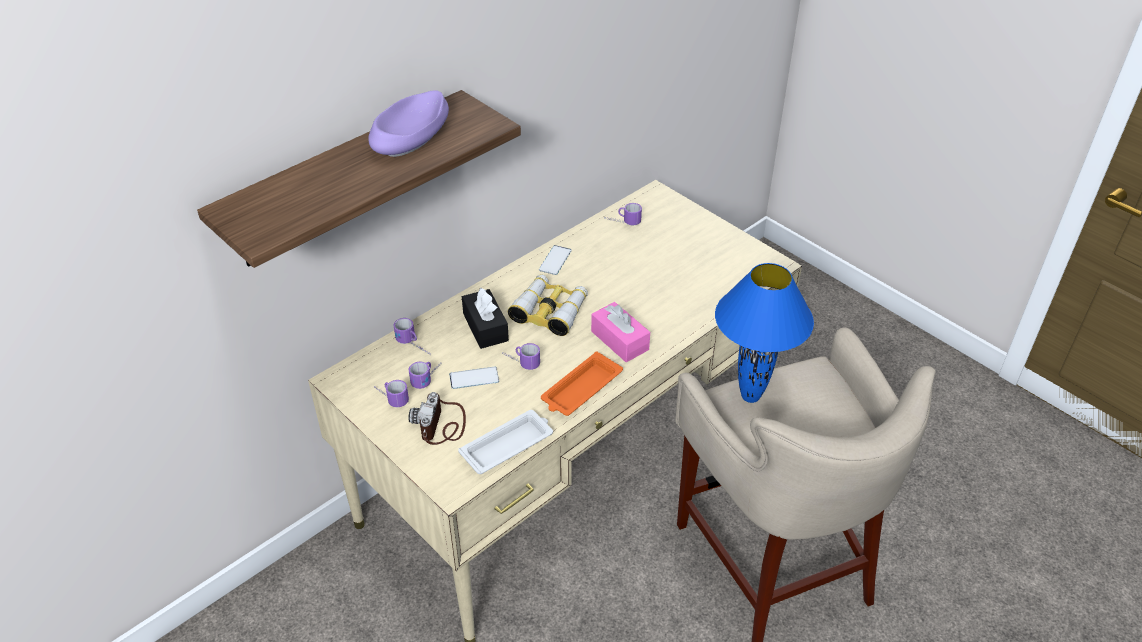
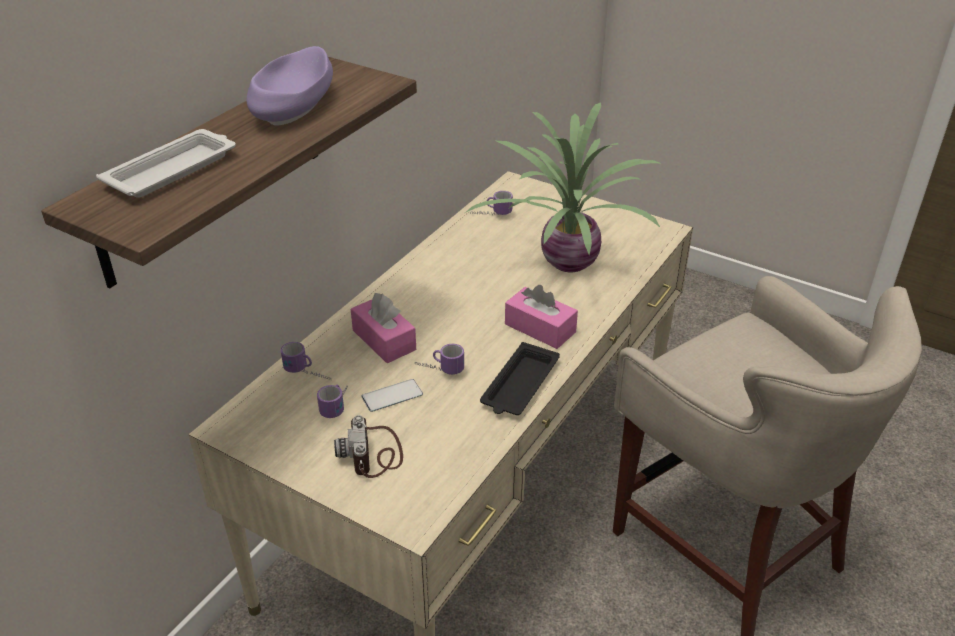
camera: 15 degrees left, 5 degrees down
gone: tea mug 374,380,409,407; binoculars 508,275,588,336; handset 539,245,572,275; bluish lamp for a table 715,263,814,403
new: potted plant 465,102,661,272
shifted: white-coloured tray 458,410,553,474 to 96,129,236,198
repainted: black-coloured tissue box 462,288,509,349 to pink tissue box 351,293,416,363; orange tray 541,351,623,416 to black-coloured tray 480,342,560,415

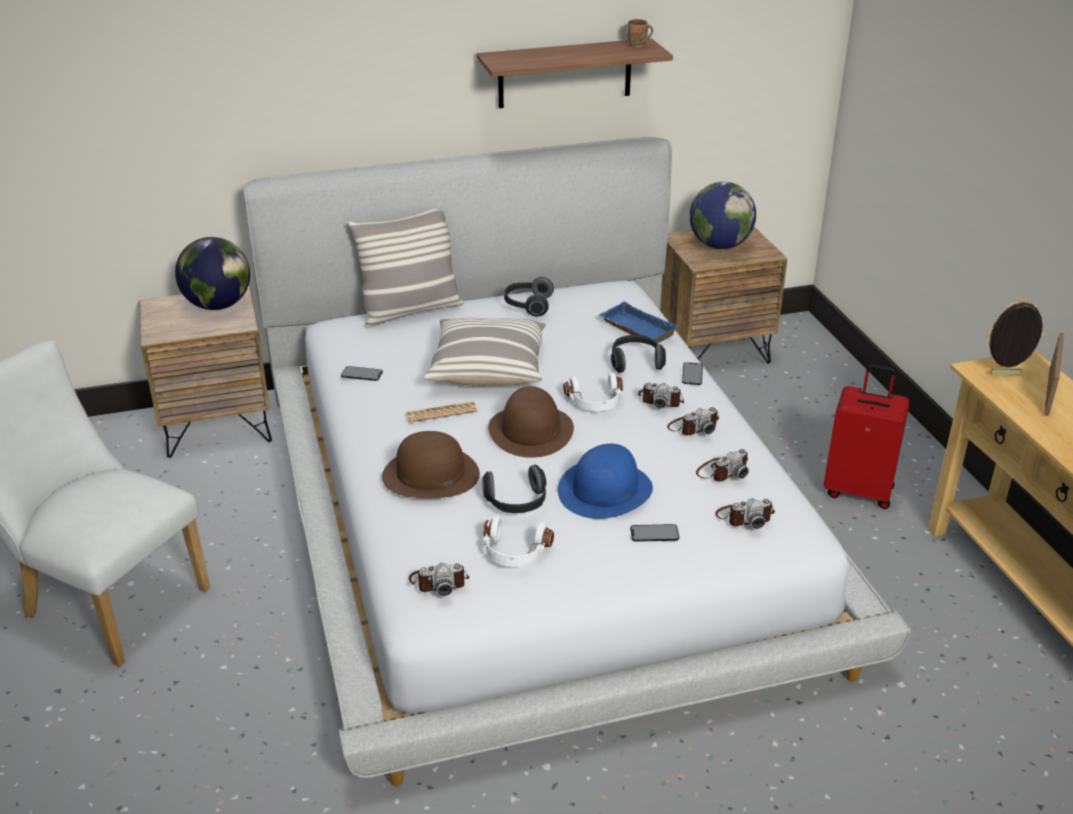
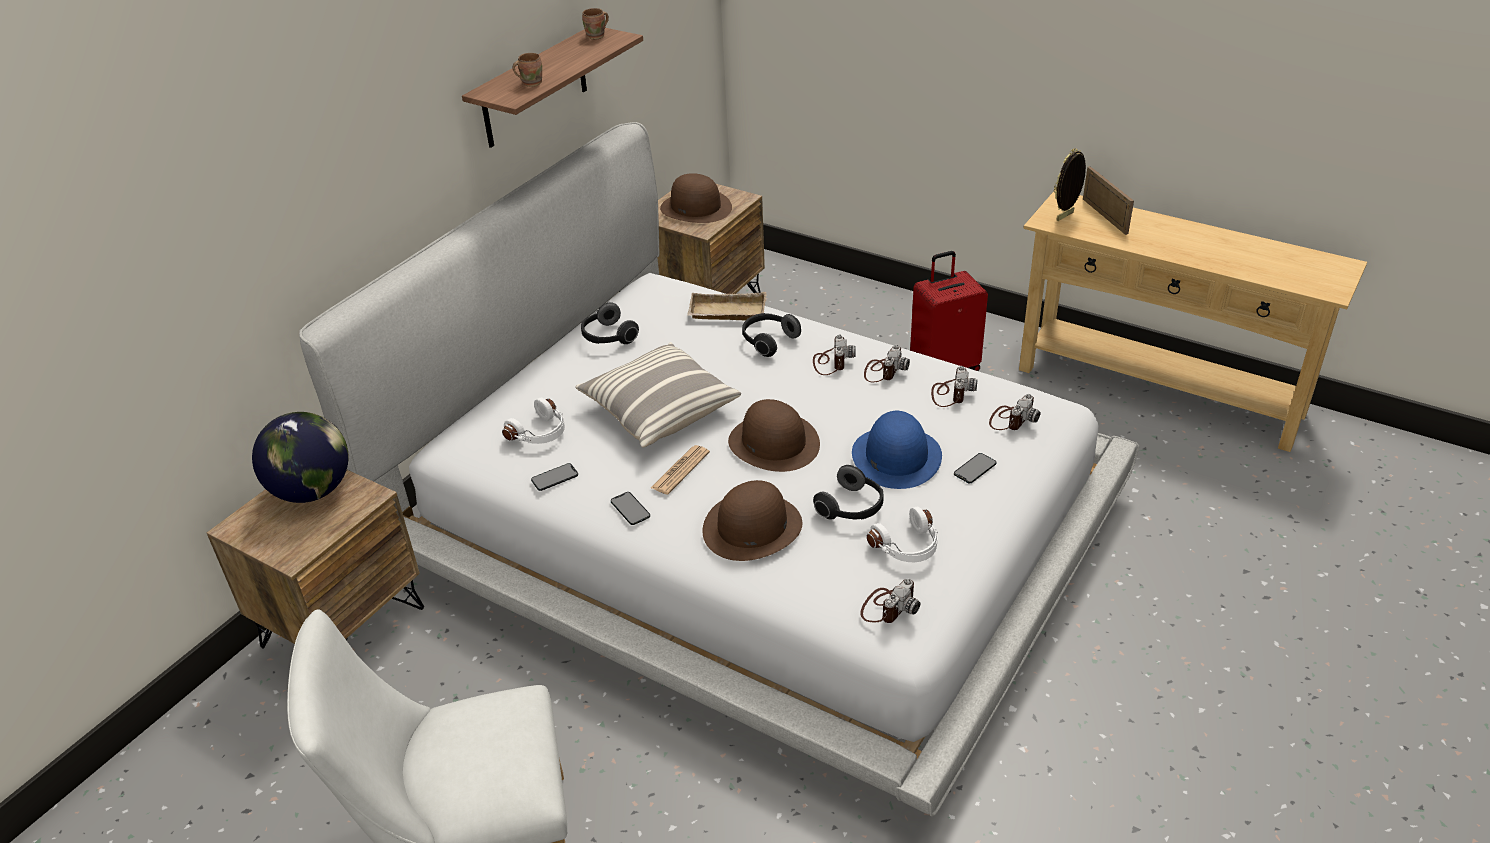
camera: 40 degrees left, 5 degrees up
gone: throw pillow 348,209,463,328
new: brownish tea mug 513,53,542,87
shifted: white-coloured pair of headphones 563,373,623,411 to 502,398,565,444; handset 682,362,703,385 to 611,492,650,525
swapped: desk globe 689,182,756,249 to brownish hat 660,173,732,223
repainted: bluish tray 599,301,679,345 to sand-coloured tray 687,292,767,321
rotated: photo camera 638,383,684,409 = 813,335,856,375 60 degrees counterclockwise

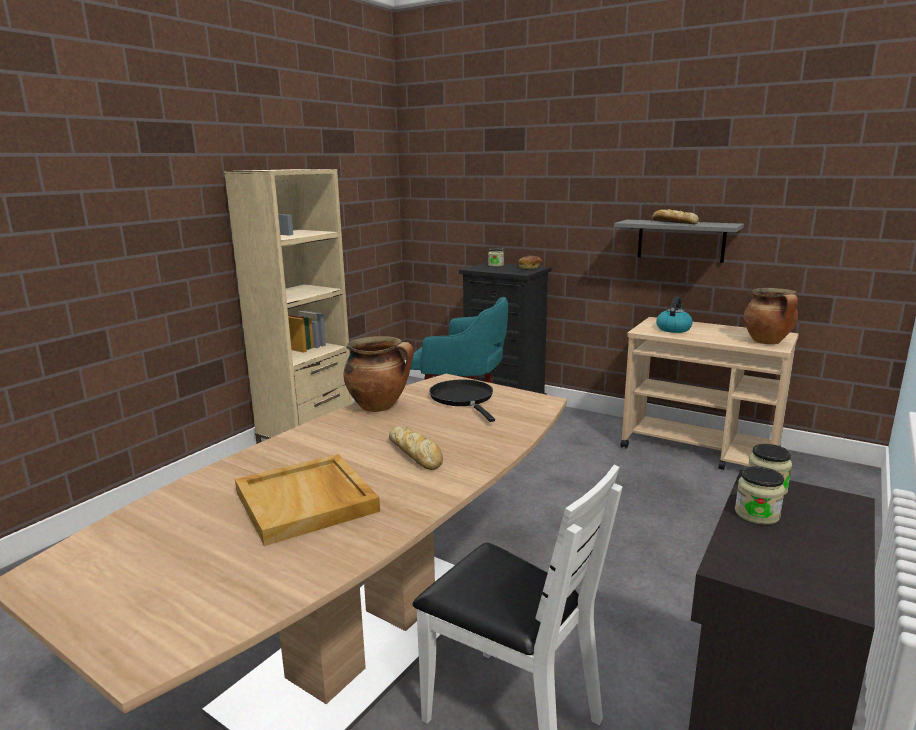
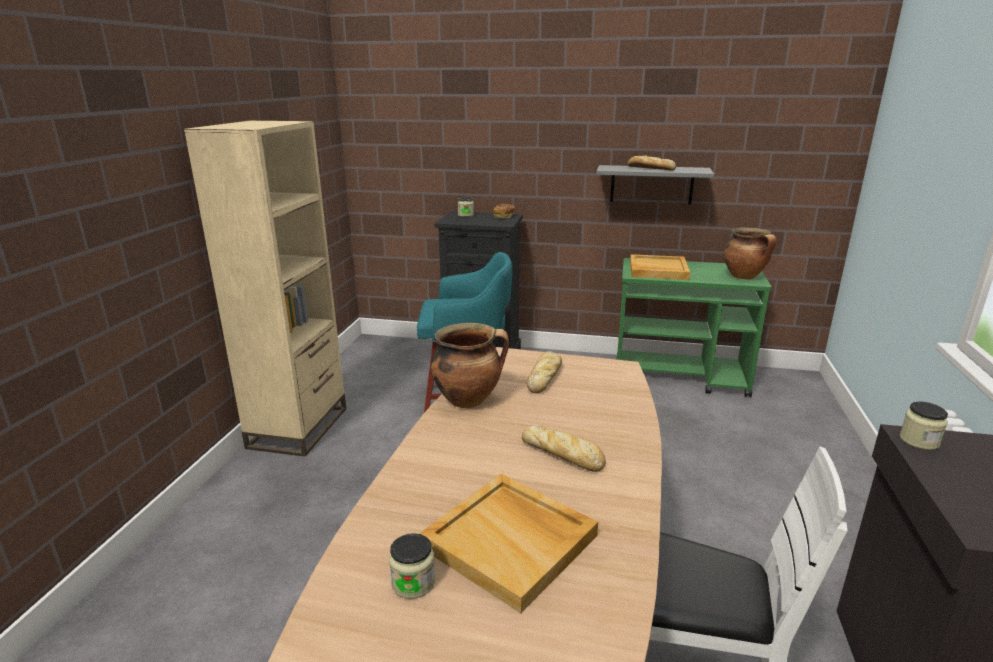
camera: 20 degrees left, 5 degrees up
shifted: preserve jar 735,466,785,525 to 389,533,435,599
swapped: black-coloured pan 429,379,495,422 to baked bread 526,352,562,393; water kettle 656,297,693,333 to sand-coloured tray 630,254,690,280
repainted: sand-coloured cart 620,317,799,470 to green cart 617,258,772,397

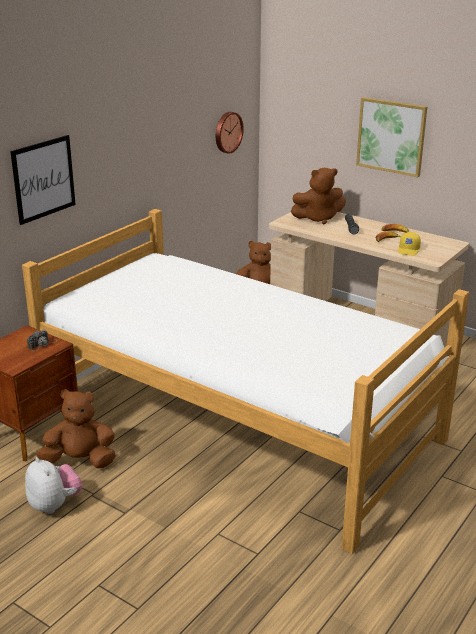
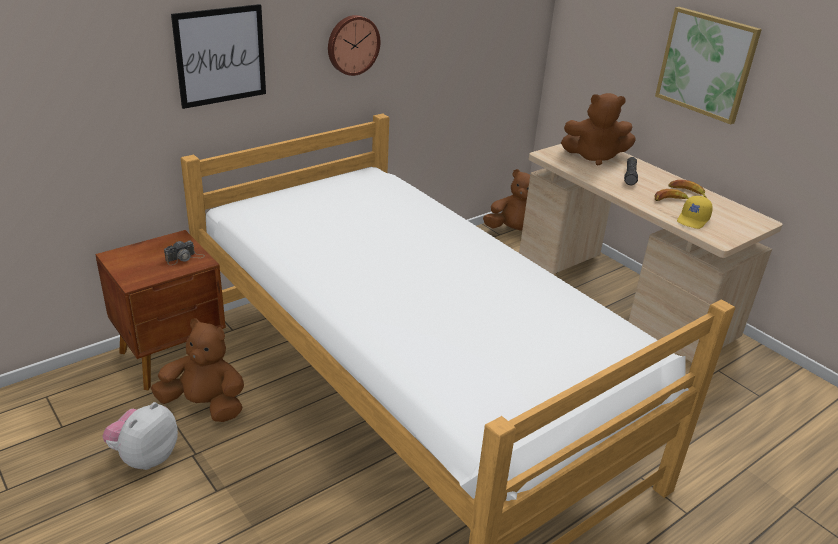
camera: 15 degrees right, 5 degrees up
shifted: wall clock 216,112,244,154 to 328,15,380,76
rotated: soft toy 25,457,83,514 = 102,402,178,470 135 degrees counterclockwise

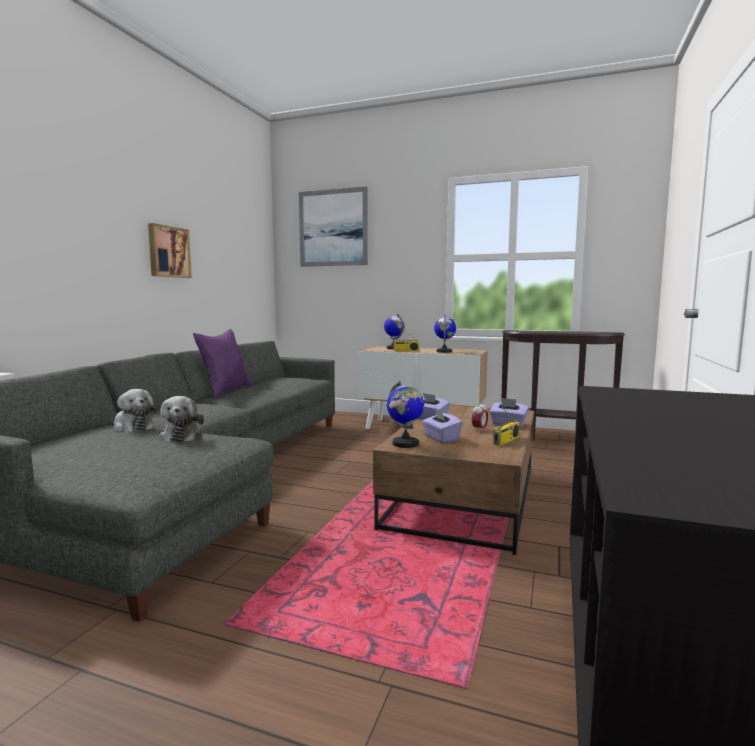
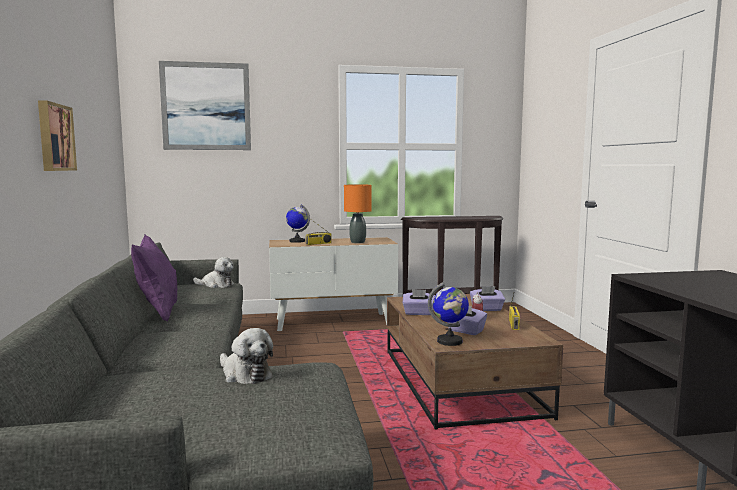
camera: 30 degrees left, 0 degrees up
shifted: soft toy 113,389,156,432 to 193,257,234,288
swapped: desk globe 434,314,456,353 to orange lamp for a table 344,184,372,243

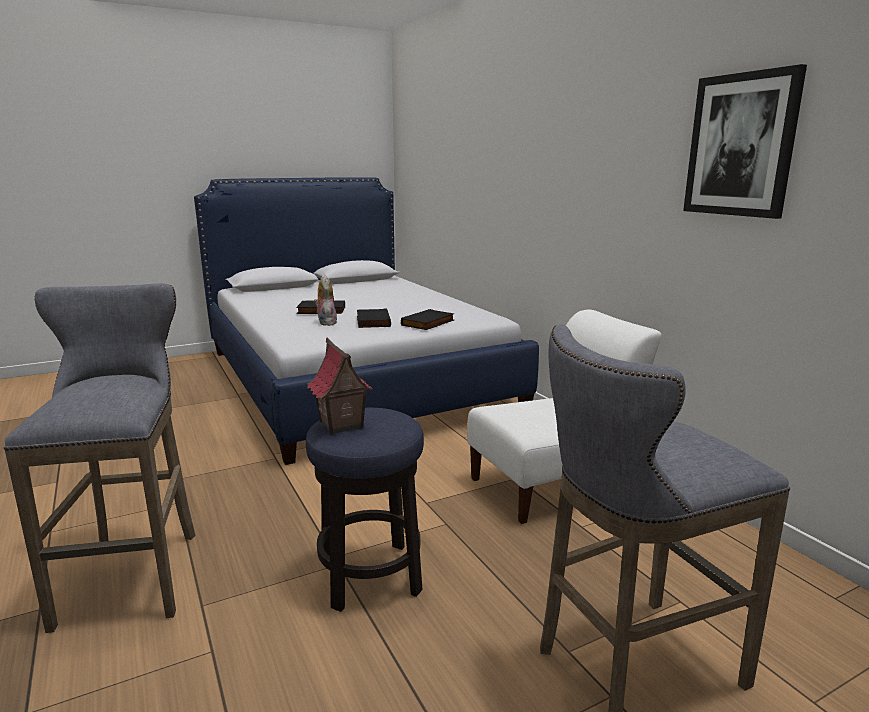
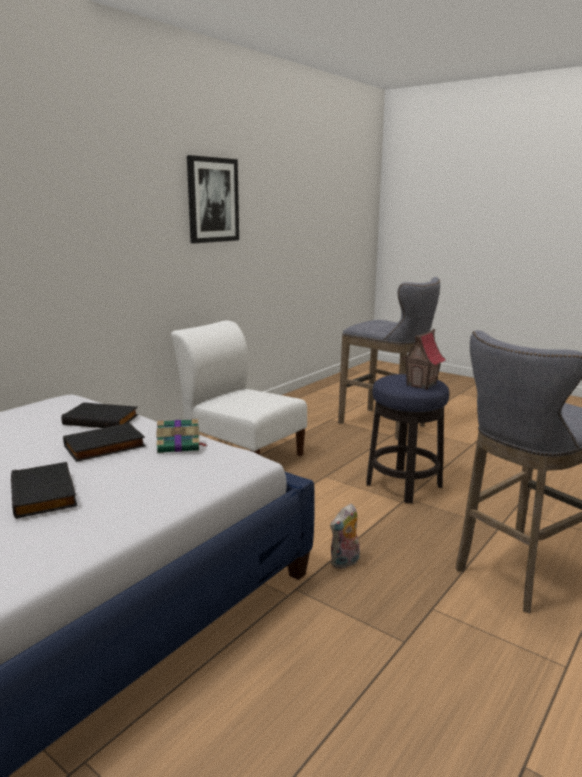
camera: 115 degrees left, 0 degrees up
new: volume 156,419,207,453
shifted: soft toy 314,275,337,326 to 330,504,360,569

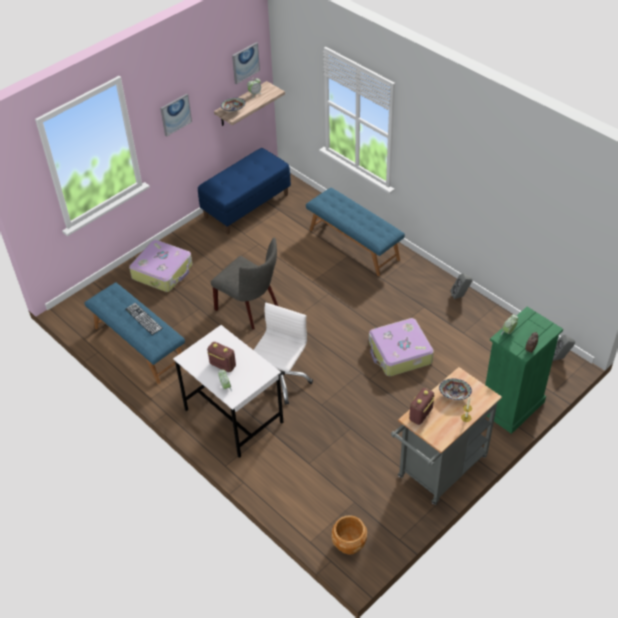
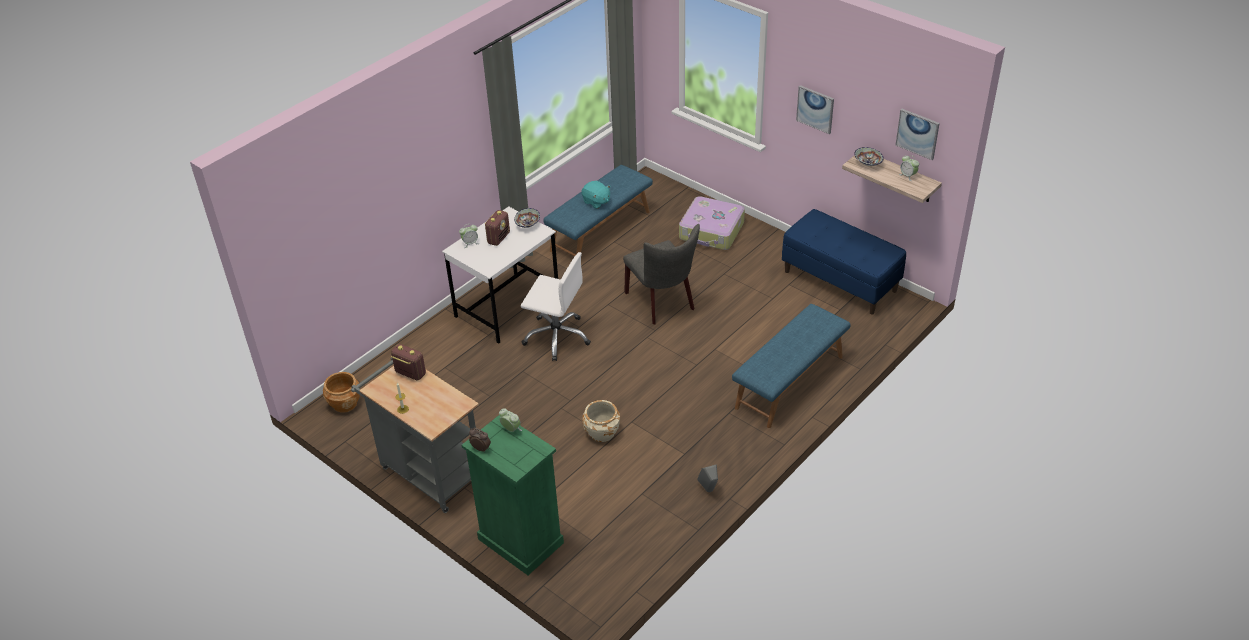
camera: 85 degrees right, 5 degrees down
gone: grey speaker 553,335,575,361
shifted: deep dish 439,379,472,400 to 514,208,540,228
swapped: computer keyboard 125,303,163,335 to blue-green soft toy 581,180,610,209; suitcase 369,318,434,376 to sand-coloured flower pot 582,400,620,442
rotated: grey upright chair 211,238,278,330 = 623,224,700,324 60 degrees counterclockwise

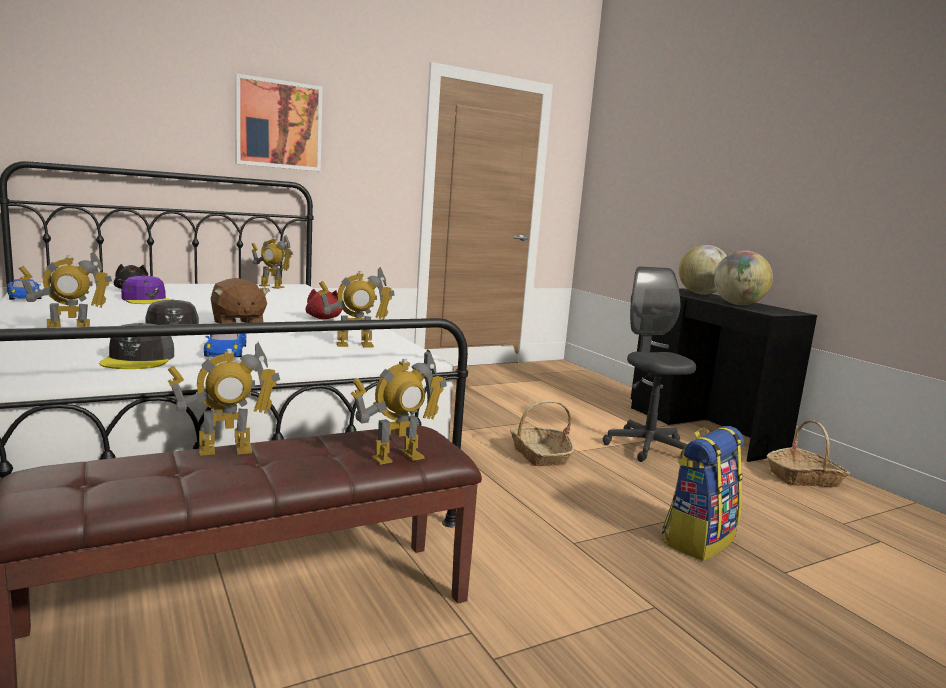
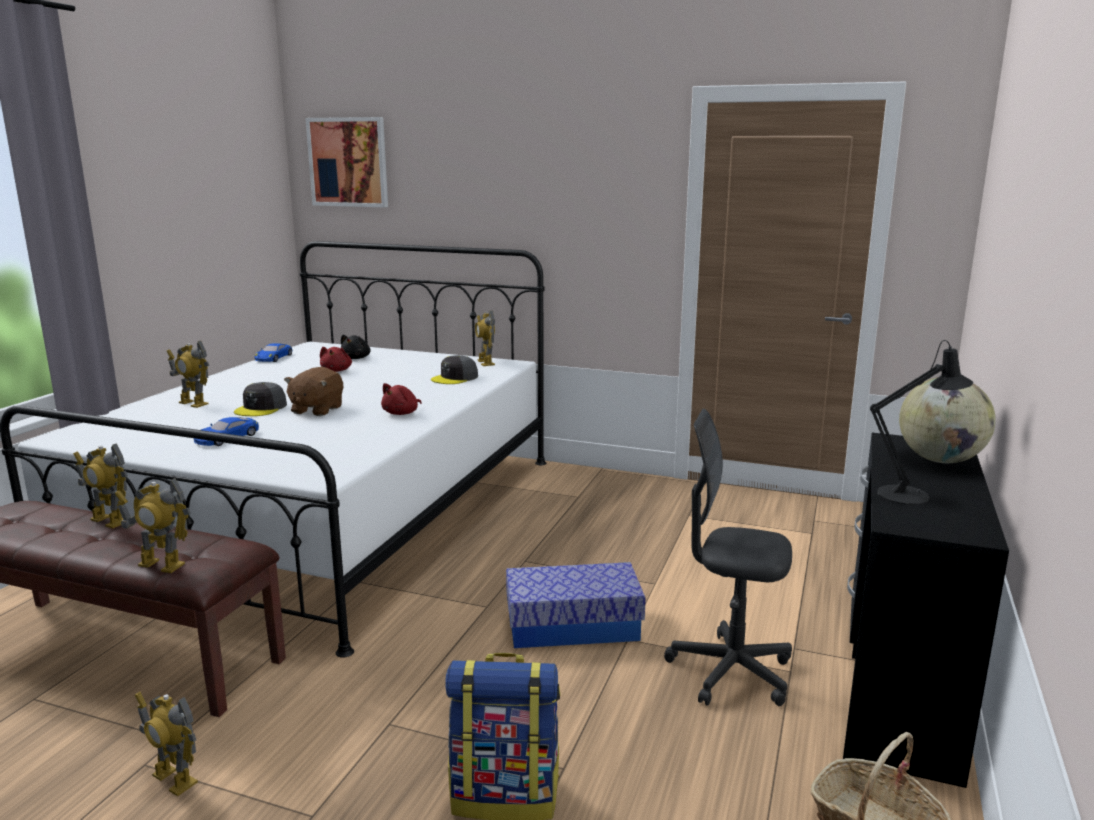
camera: 50 degrees right, 5 degrees up
shifted: grey baseball cap 99,323,174,369 to 431,355,478,384; wall art 235,73,323,171 to 305,117,388,207; robot figure 319,267,395,348 to 135,692,198,796
swapped: purplish baseball cap 121,275,171,304 to reddish soft toy 320,347,352,372; storage basket 510,400,574,466 to storage box 506,562,646,648; desk globe 714,251,773,305 to black-coloured lamp for a table 870,340,973,505
rotated: grey desk chair 603,267,696,462 = 664,409,792,706 105 degrees counterclockwise

